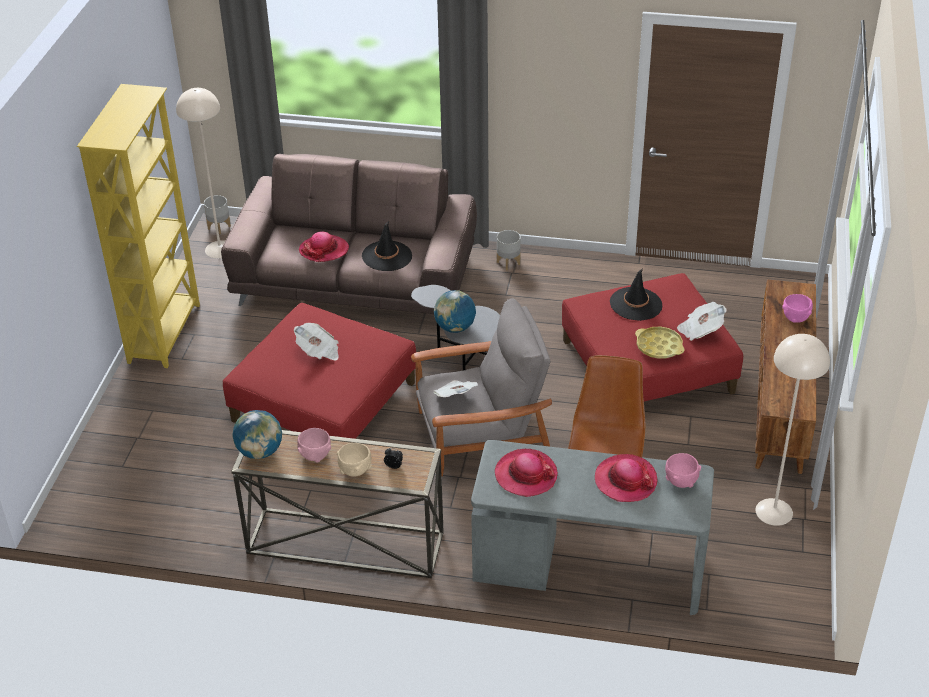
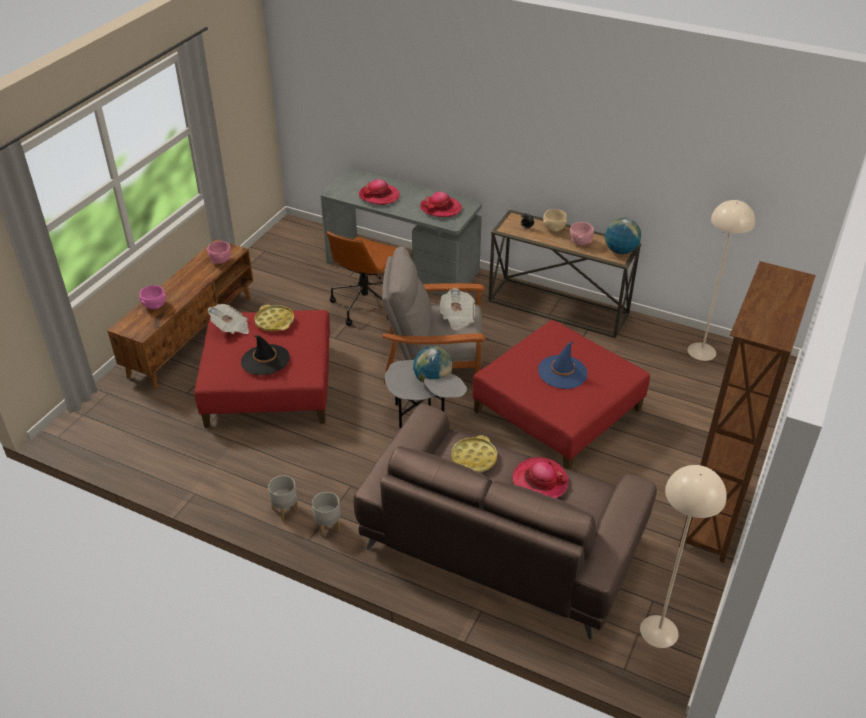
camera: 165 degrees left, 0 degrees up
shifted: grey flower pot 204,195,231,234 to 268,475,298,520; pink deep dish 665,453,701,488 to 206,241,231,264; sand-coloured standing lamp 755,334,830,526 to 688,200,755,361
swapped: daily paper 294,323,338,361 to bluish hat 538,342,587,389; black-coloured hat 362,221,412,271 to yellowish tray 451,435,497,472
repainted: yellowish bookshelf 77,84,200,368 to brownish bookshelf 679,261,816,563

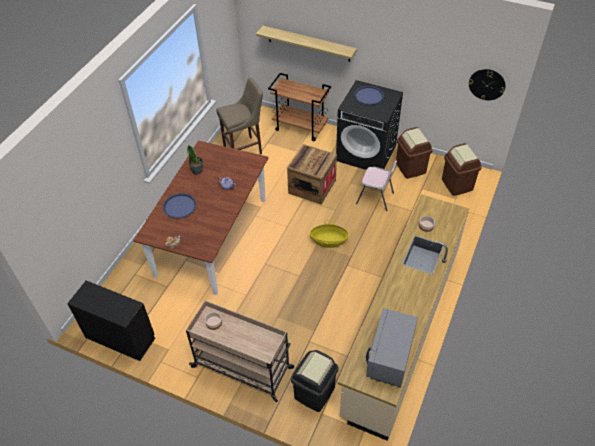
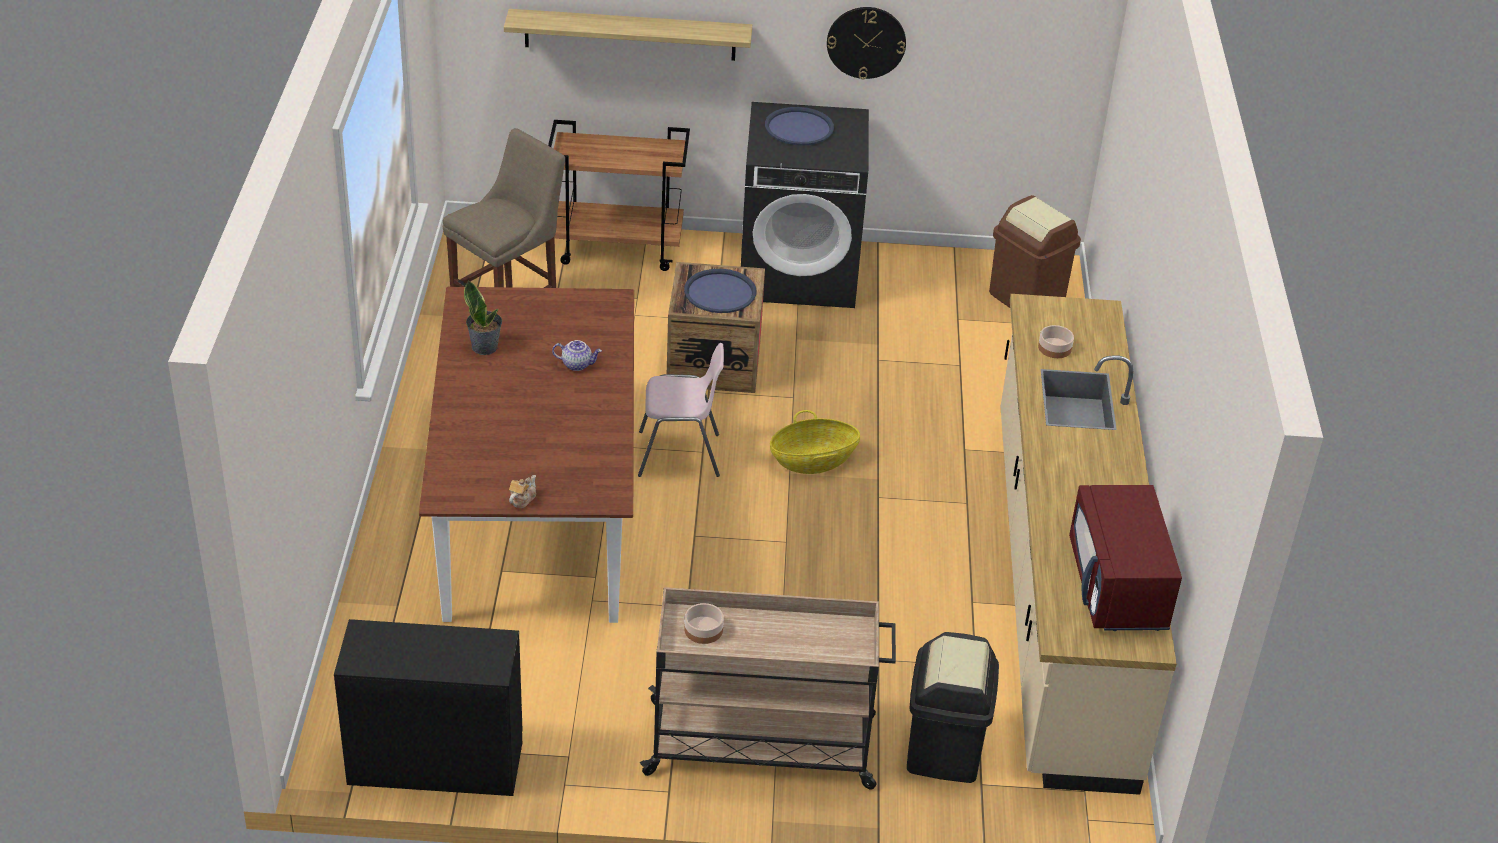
camera: 25 degrees left, 10 degrees down
gone: brownish waste bin 396,127,433,179
shifted: bluish tray 163,193,196,219 to 684,269,756,313; pink upright chair 356,161,397,211 to 638,343,724,477; wall clock 469,69,506,100 to 827,7,906,80
repainted: grey kitchen microwave 366,308,418,387 to reddish kitchen microwave 1069,485,1182,631

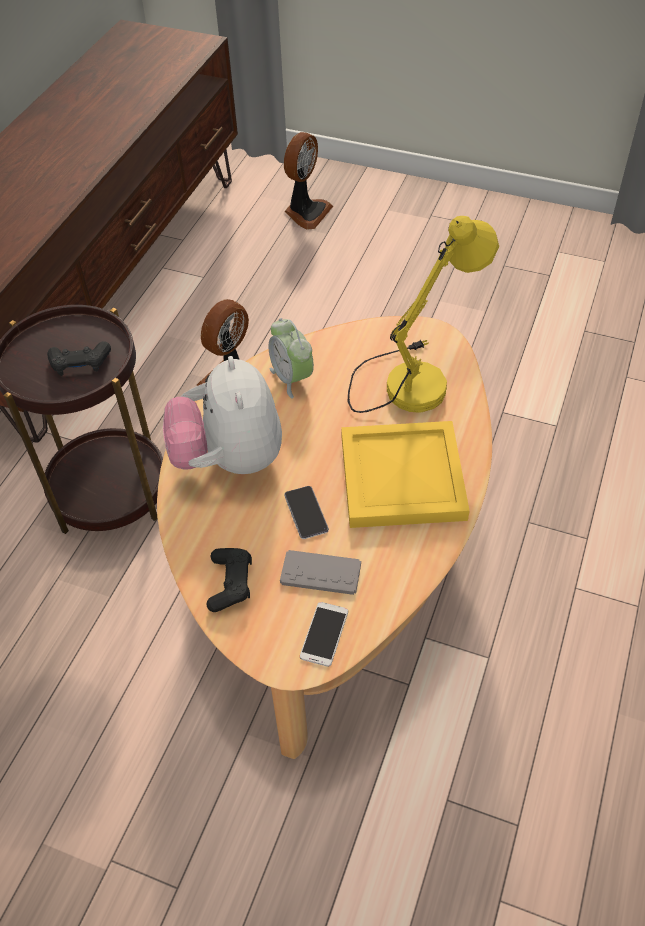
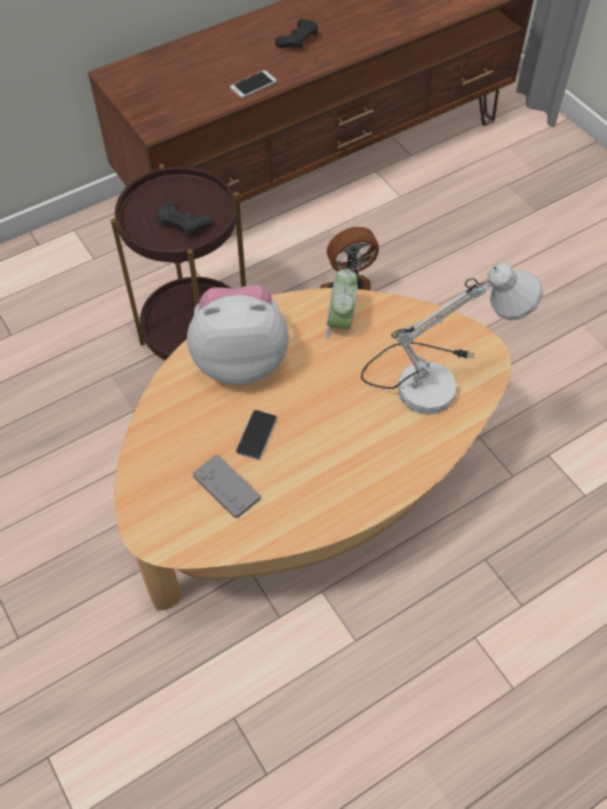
camera: 35 degrees right, 5 degrees up
gone: cooling fan 284,132,333,230; yellowish tray 341,421,470,528
shifted: black-coloured gamepad 206,548,252,612 to 275,19,318,49; handset 300,602,348,667 to 230,70,277,98
repainted: yellowish lamp for a table 348,216,499,413 to white-coloured lamp for a table 361,263,543,415
rotated: soft toy 163,356,282,474 = 187,285,289,385 60 degrees clockwise

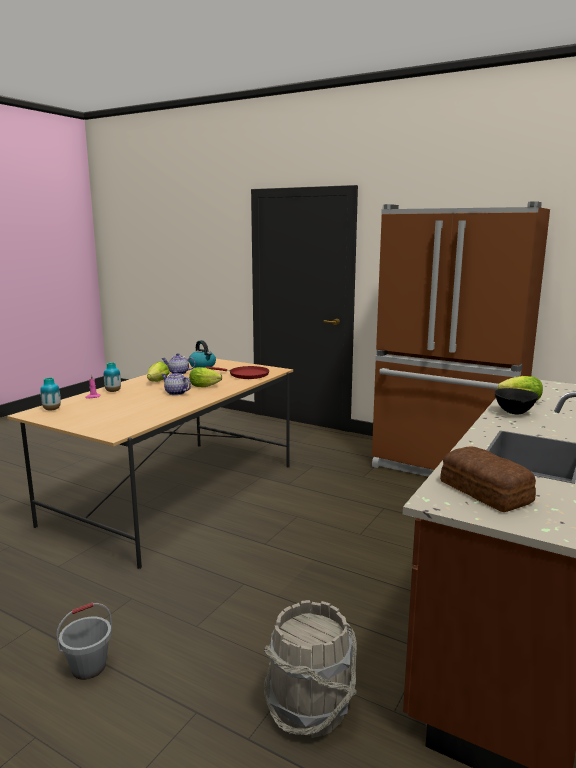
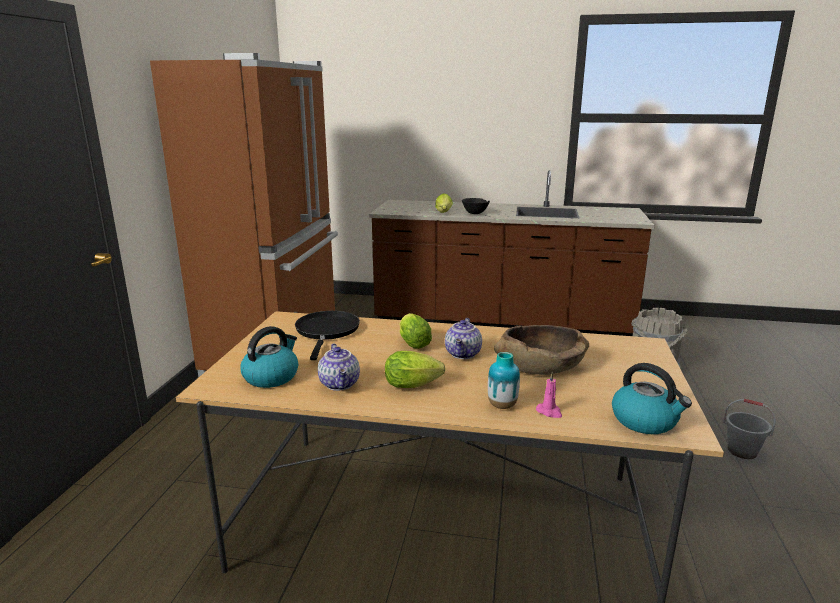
camera: 110 degrees left, 5 degrees up
gone: baked bread 440,446,536,512
new: brownish deep dish 494,325,589,375
swapped: decorative vase 40,377,61,411 to water kettle 612,363,692,434
repainted: reddish pan 205,366,269,379 to black-coloured pan 295,311,360,360

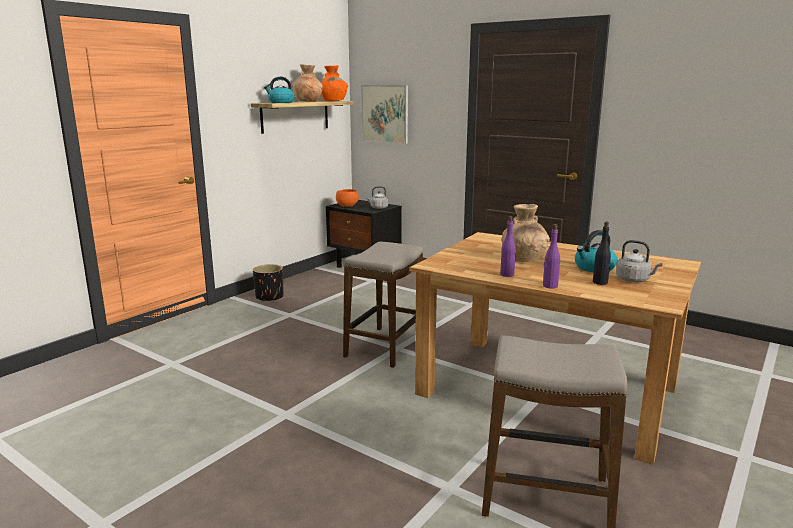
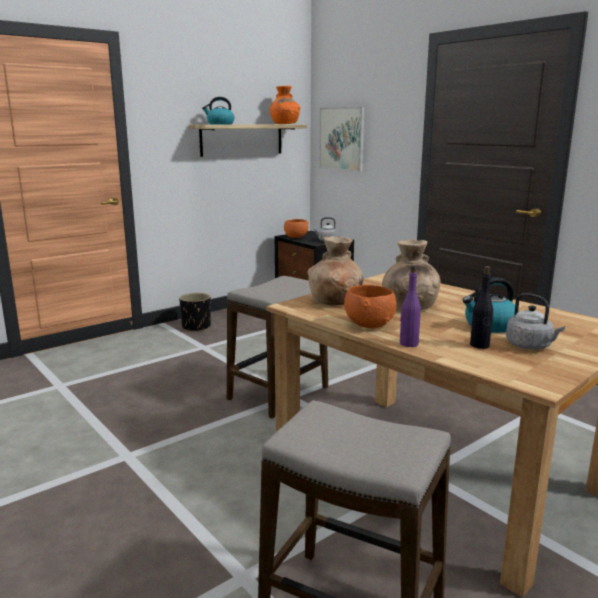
camera: 15 degrees right, 0 degrees up
shifted: brownish decorative vase 292,64,323,102 to 308,236,363,305
swapped: purplish beverage bottle 500,216,516,277 to orange deep dish 344,285,397,328

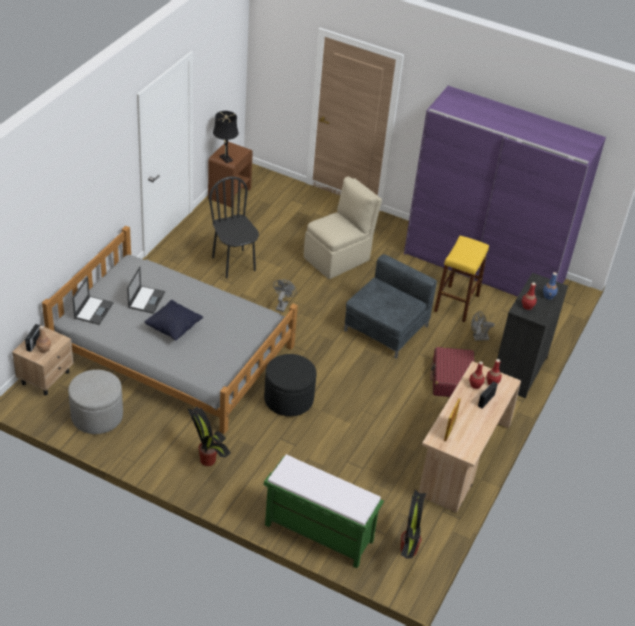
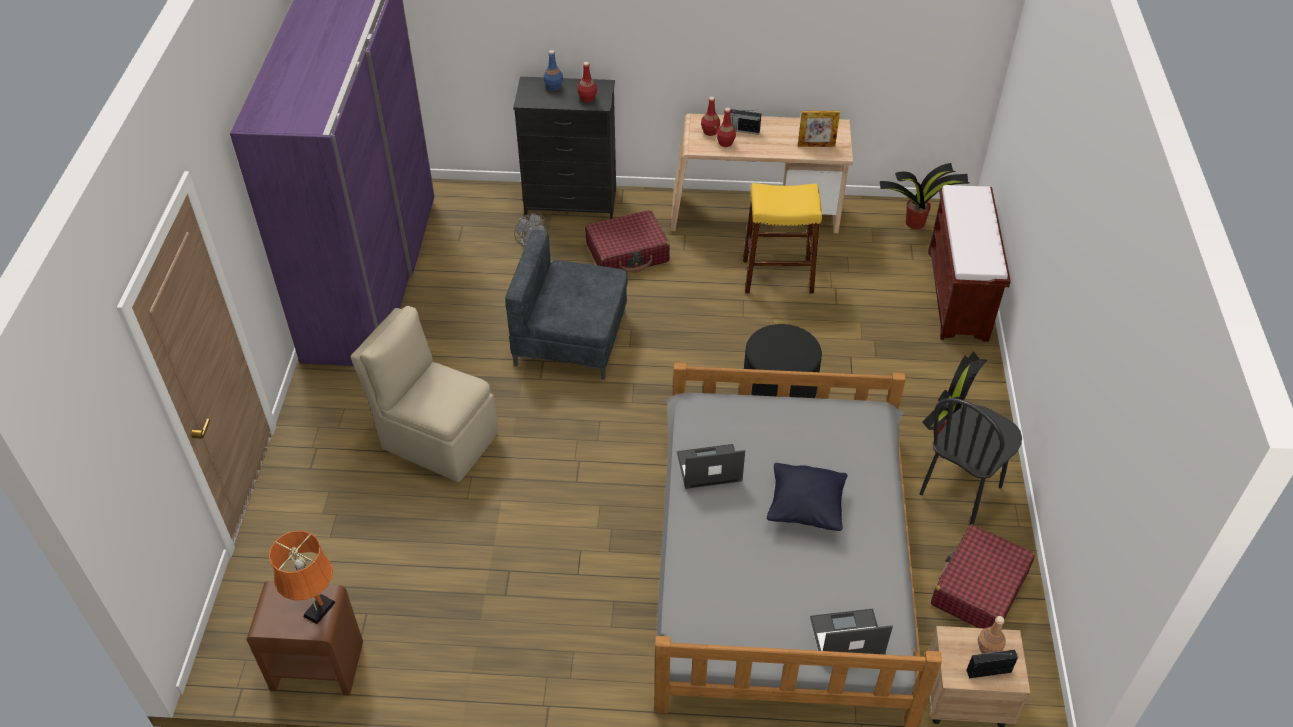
camera: 110 degrees left, 5 degrees up
gone: grey cooling fan 273,280,297,312
shifted: notebook computer 127,266,165,314 to 677,444,745,489; black-coloured upright chair 209,176,259,278 to 920,398,1022,525; yellowish sitting stool 434,236,489,322 to 743,183,822,294
swapped: grey ottoman 68,370,123,434 to reddish suitcase 931,524,1035,628
repainted: black-coloured lamp for a table 213,111,238,163 to orange lamp for a table 269,531,335,624; green bench 263,454,384,568 to brownish bench 928,185,1011,342

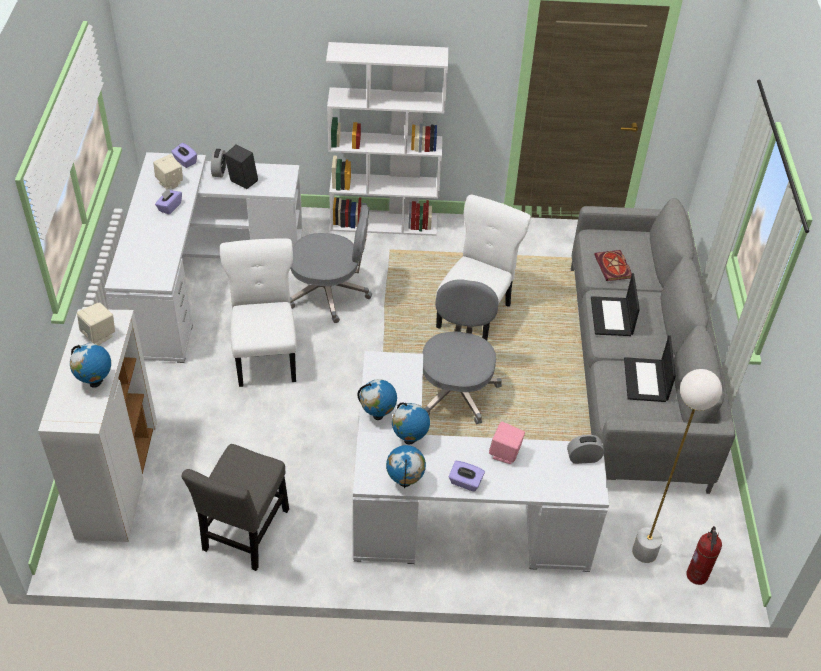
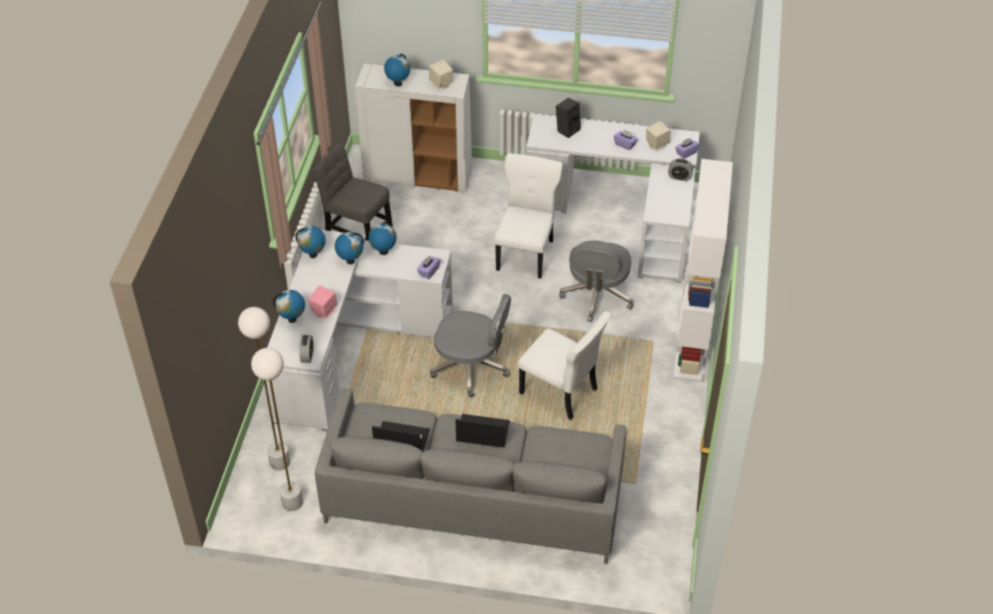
camera: 100 degrees right, 0 degrees up
gone: volume 594,250,632,281; extinguisher 686,526,722,585
new: white-coloured standing lamp 251,348,303,511; desk globe 273,290,305,323
shifted: black-coloured speaker 224,144,258,189 to 556,98,581,138; purplish tissue box 449,461,485,492 to 417,256,440,279
rotated: white-coloured upright chair 220,238,297,387 = 494,153,563,279 75 degrees counterclockwise

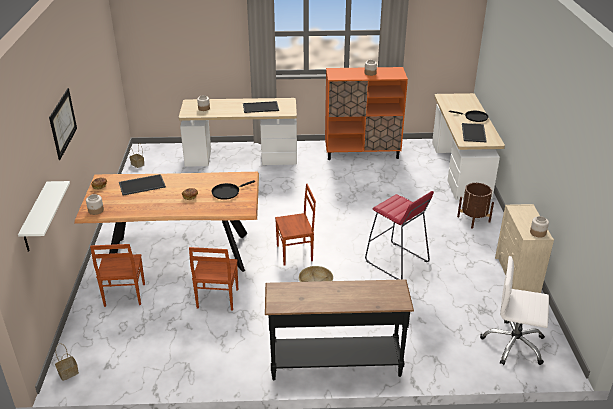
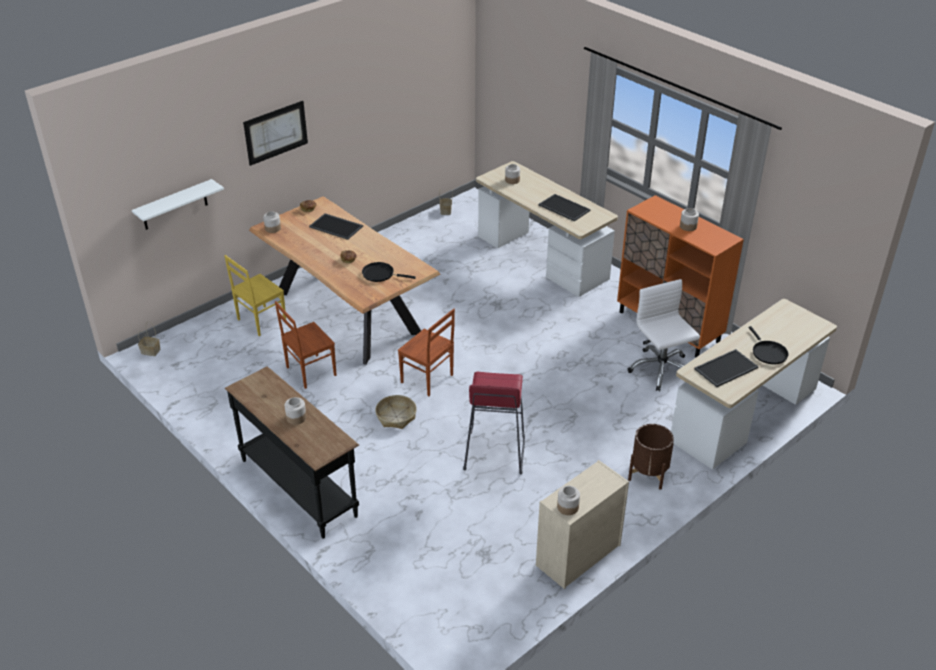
camera: 50 degrees right, 5 degrees up
new: preserve jar 285,397,307,425
shifted: white-coloured desk chair 480,256,549,365 to 628,279,700,391
repainted: brownish upright chair 90,244,145,307 to yellowish upright chair 224,255,286,336

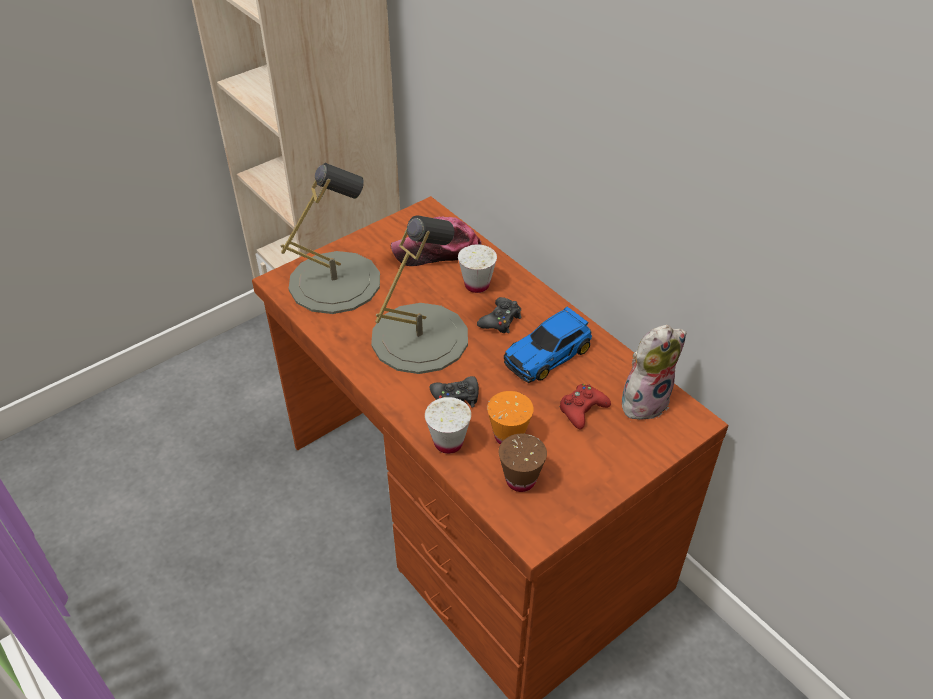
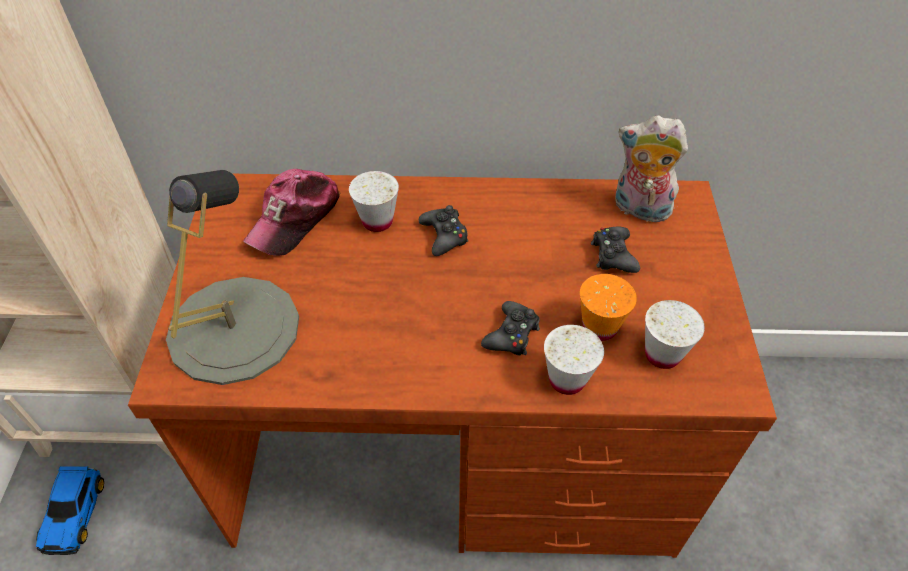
camera: 50 degrees left, 5 degrees up
gone: grey lamp for a table 371,215,468,374
shifted: toy car 504,306,592,383 to 36,466,104,555
repainted: brownish cup 499,434,547,492 to white-coloured cup 645,300,705,369; reddish gamepad 560,384,611,430 to black-coloured gamepad 591,227,640,273
rotated: soft toy 622,325,687,423 = 615,115,688,222 75 degrees counterclockwise

